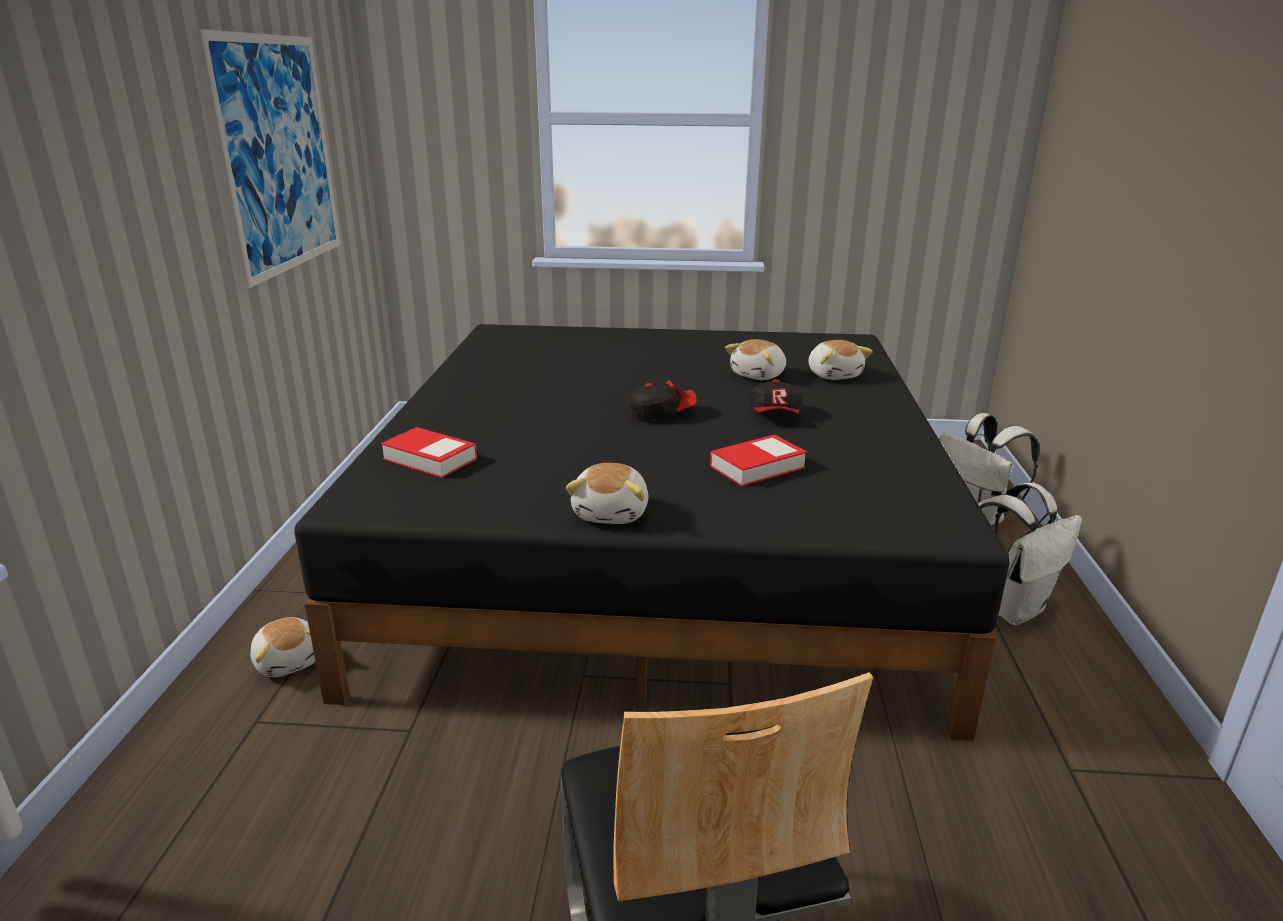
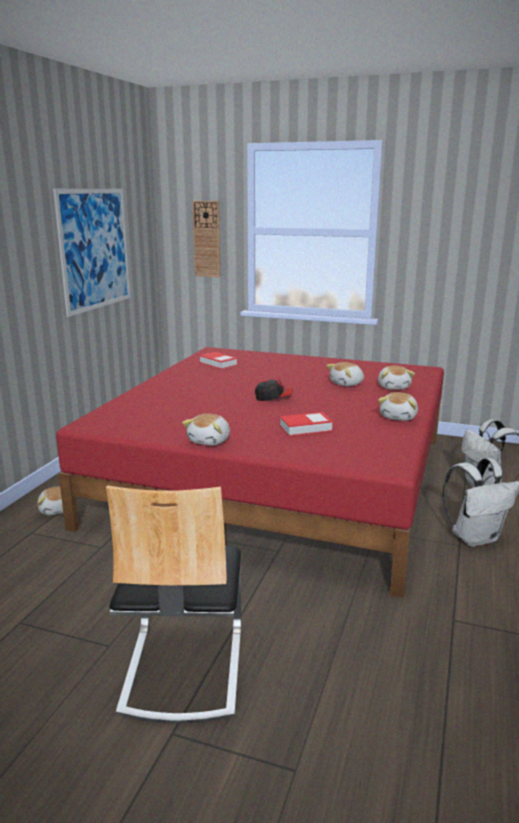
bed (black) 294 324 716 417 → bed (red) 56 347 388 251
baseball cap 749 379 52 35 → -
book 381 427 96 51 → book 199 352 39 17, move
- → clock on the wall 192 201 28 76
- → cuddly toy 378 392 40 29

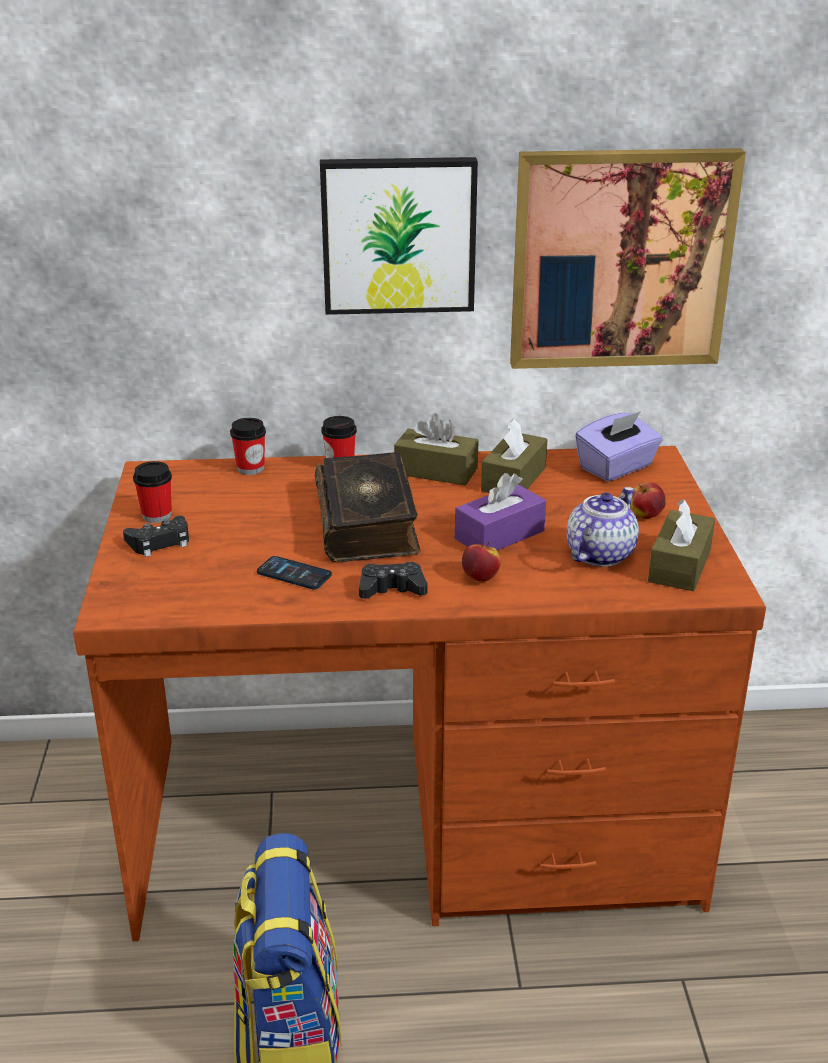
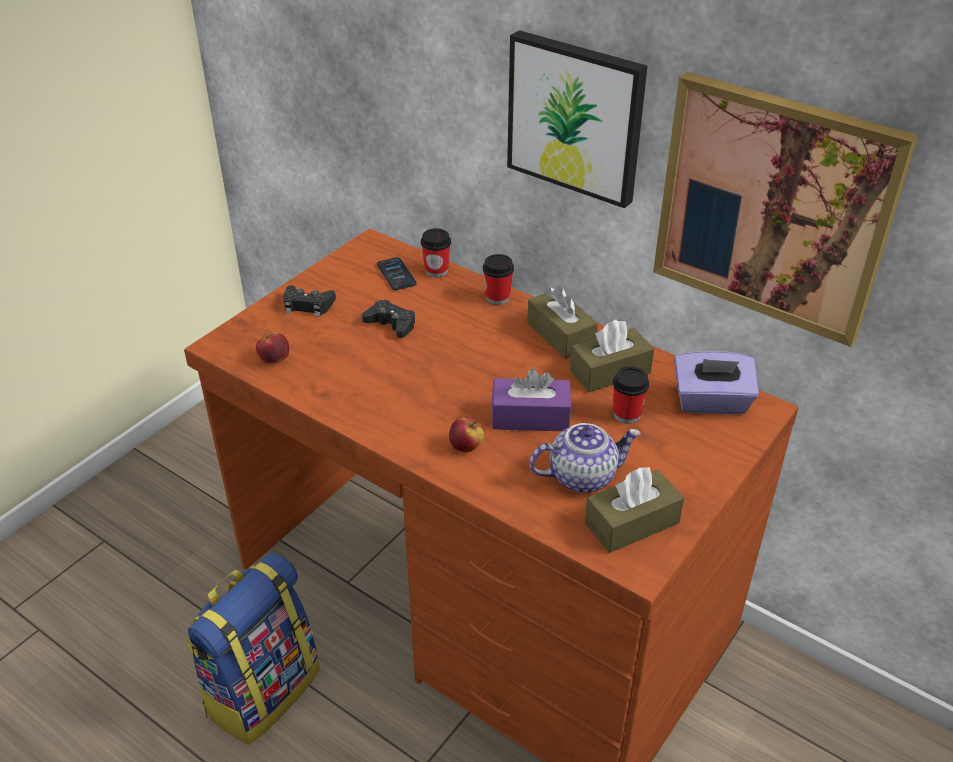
book 315 452 106 110 → -
drinking cup 133 461 39 62 → drinking cup 613 366 36 58, move
apple 631 482 35 36 → apple 256 332 33 32, move
phone 257 556 75 33 → phone 377 257 39 33, move
game controller (black) 359 562 69 37 → game controller (black) 362 300 54 38, move

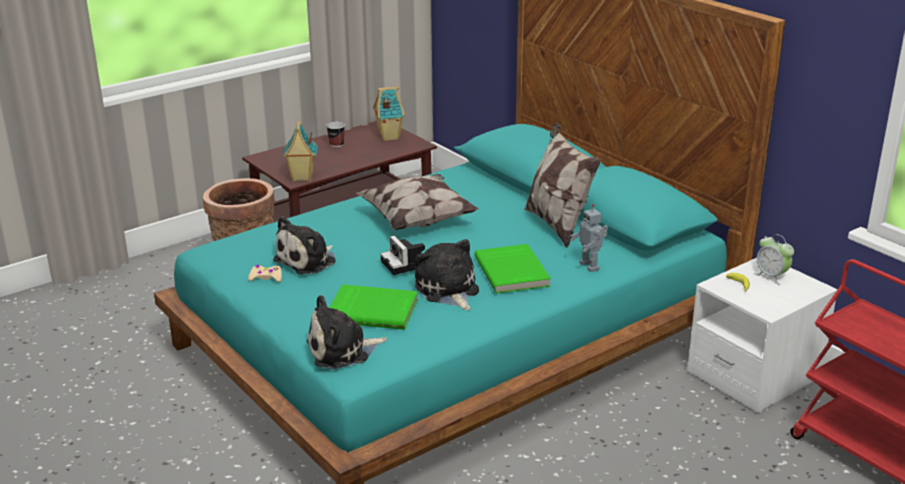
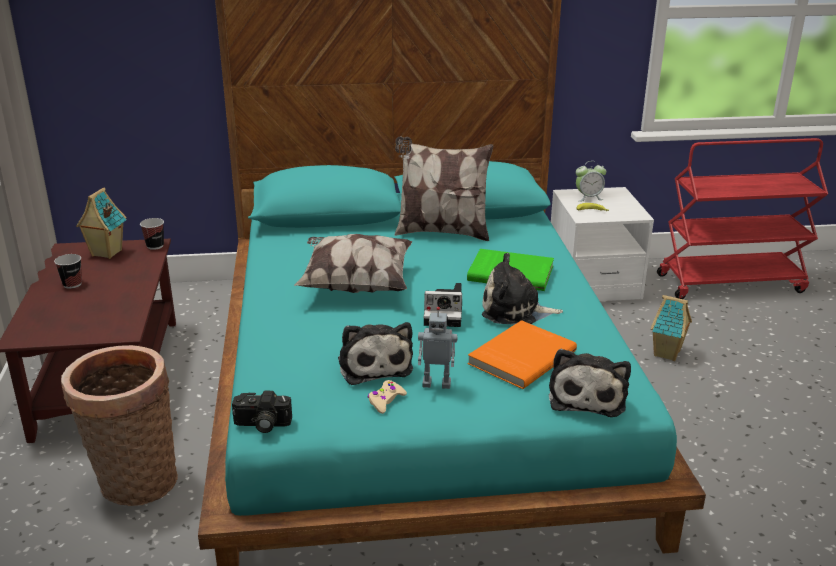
toy house 282 121 36 61 → toy house 651 295 41 66, move
model robot 570 204 38 68 → model robot 418 307 40 82, move
book (green-coloured) 329 284 89 46 → book (orangey) 468 320 109 69
- → drinking cup 140 218 24 32
- → photo camera 232 391 60 42

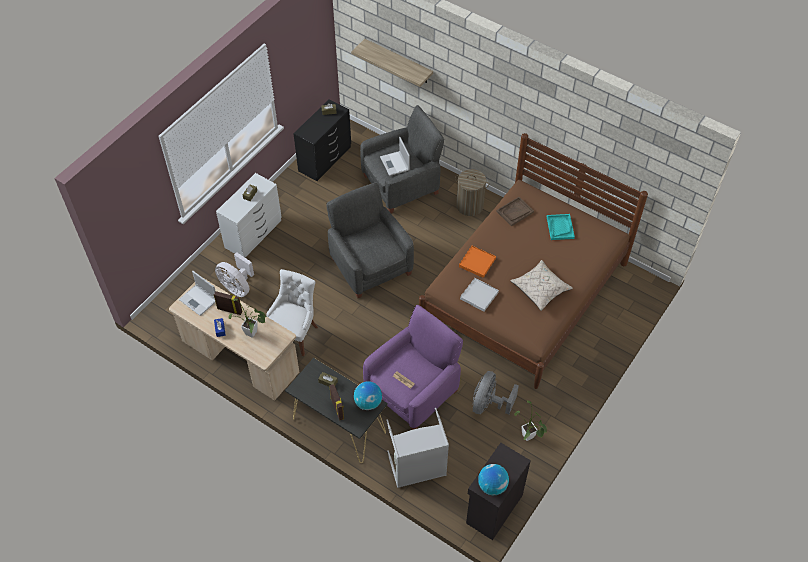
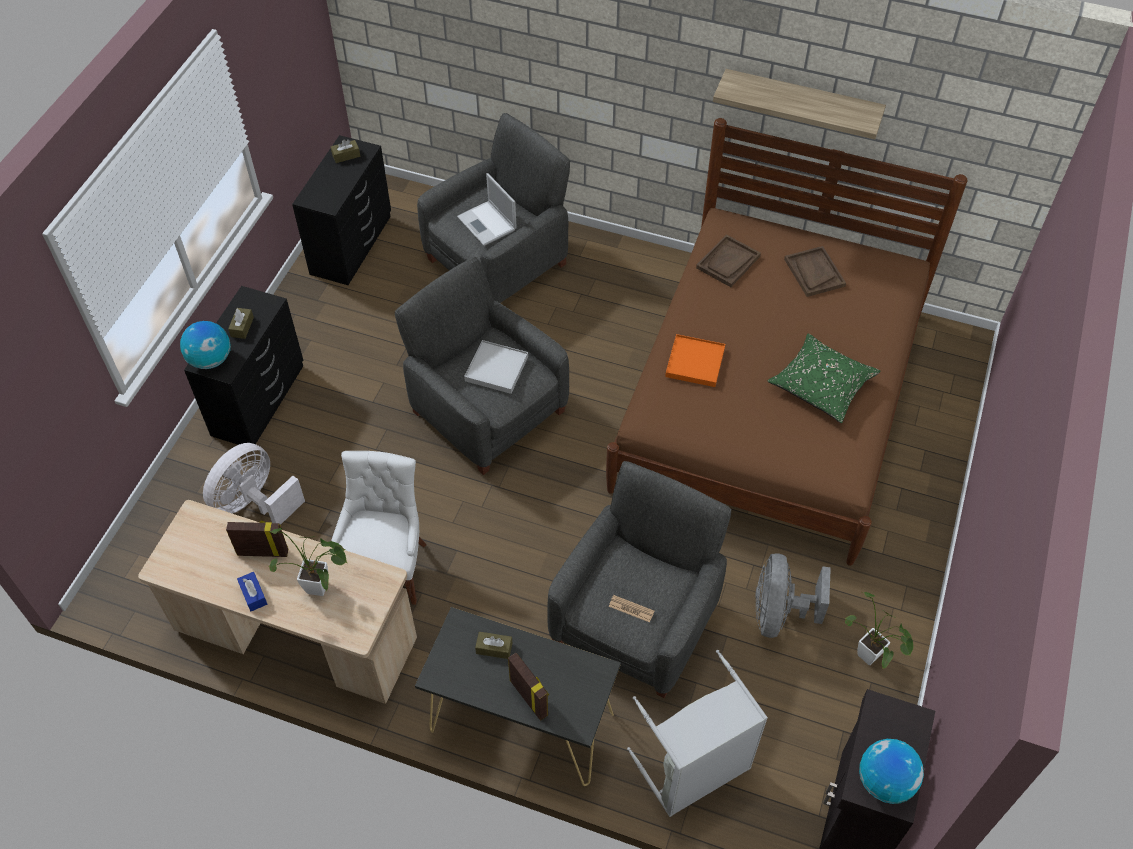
shelf 351 39 82 48 → shelf 713 69 173 71, move
laundry basket 455 169 34 47 → -
chest of drawers (white) 216 173 66 84 → chest of drawers (black) 184 286 119 159
serving tray (turquoise-coloured) 547 214 28 26 → serving tray (brown) 784 246 62 51
cooling fan (white) 215 252 39 45 → cooling fan (white) 203 443 102 82, 105 degrees clockwise
pillow (sand-coloured) 510 260 63 51 → pillow (green-coloured) 768 333 113 90
portable computer 179 271 37 45 → -
serving tray (white) 460 278 39 34 → serving tray (white) 464 340 64 54, move
lounge chair (purple) 363 305 100 125 → lounge chair (grey) 547 461 184 237
world globe 354 381 28 29 → world globe 180 321 51 48, move

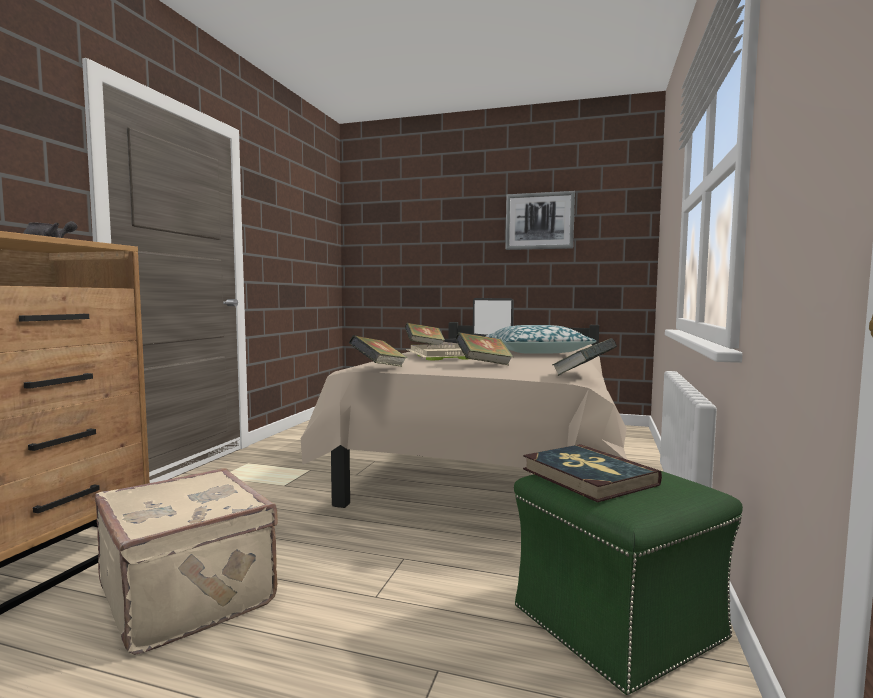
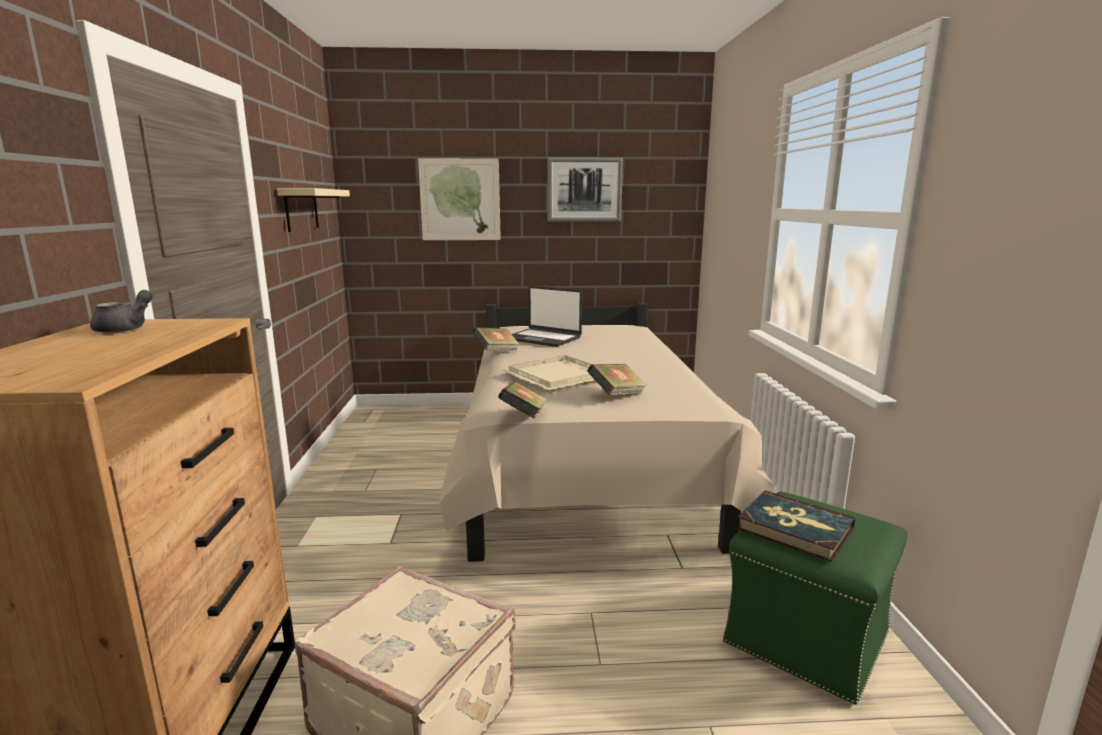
pillow 485 325 112 29 → -
book 552 338 65 38 → -
- → wall picture 418 158 83 82
- → shelf (sand-coloured) 277 188 73 44

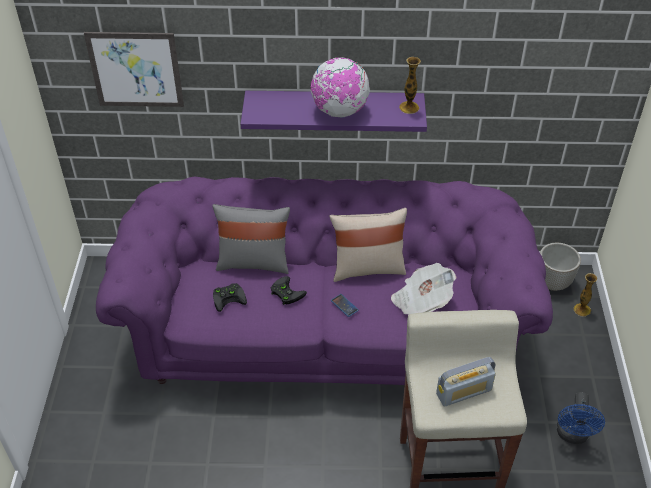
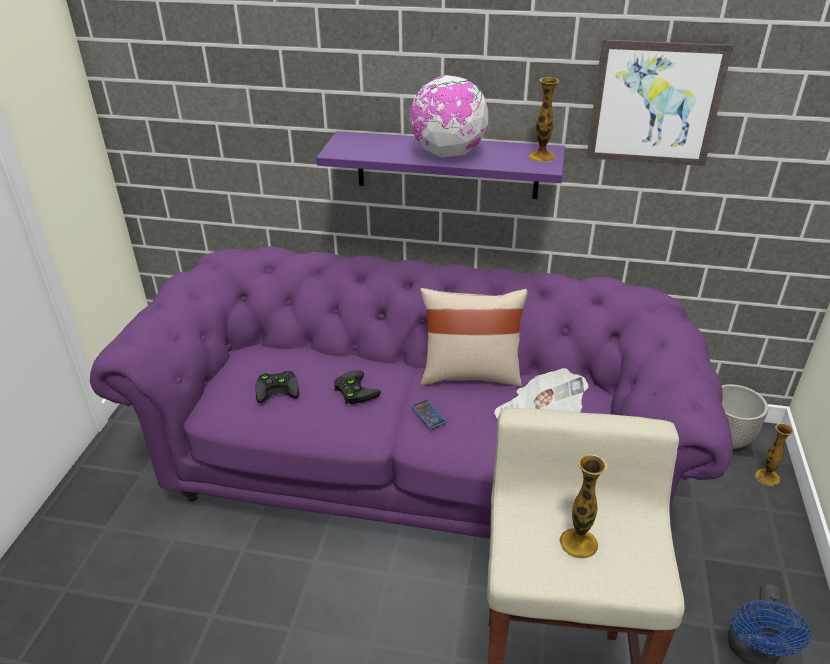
wall picture 84 32 100 75 → wall picture 586 40 147 126, move
pillow (grey) 212 204 78 70 → -
radio receiver 436 357 60 50 → flower vase 559 454 48 105

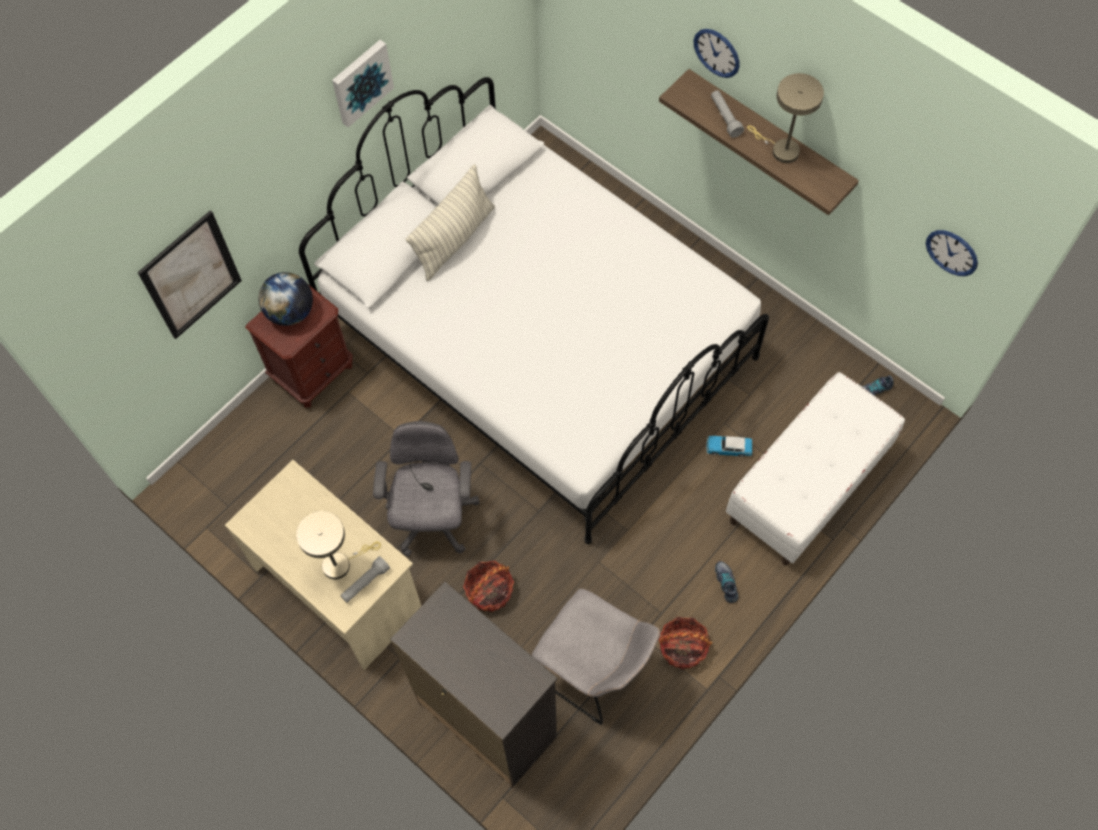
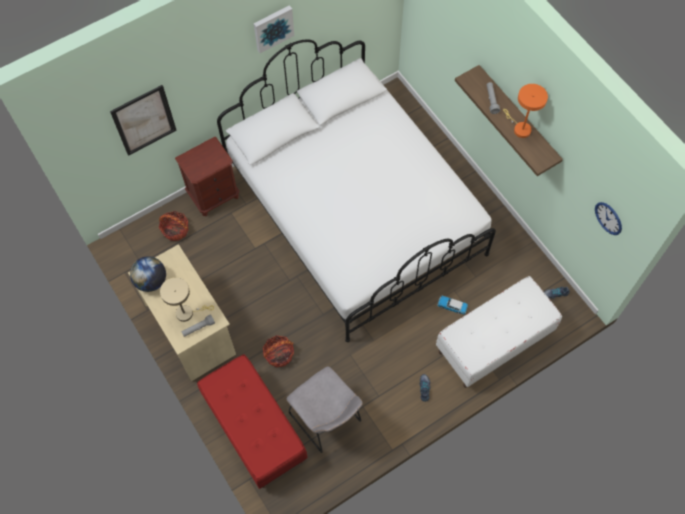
clock on the wall 694 29 45 49 → -
table lamp (sand-coloured) 747 73 77 90 → table lamp (orangey) 503 84 45 54
pillow 406 164 89 117 → -
world globe 258 272 55 54 → world globe 130 256 36 36, move
computer chair (grey) 373 421 107 135 → -
chest of drawers (black) 390 582 167 206 → bench (red) 197 354 110 135
household basket 659 617 53 52 → household basket 159 211 29 30, move

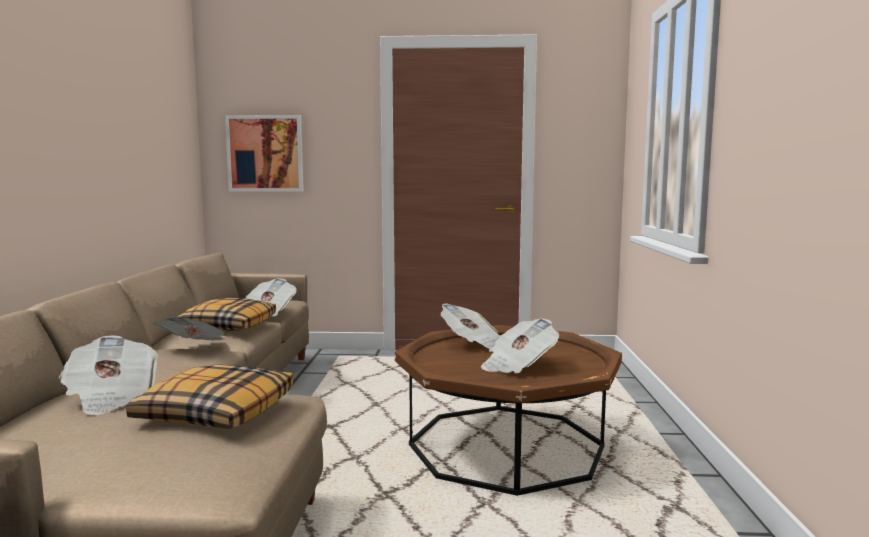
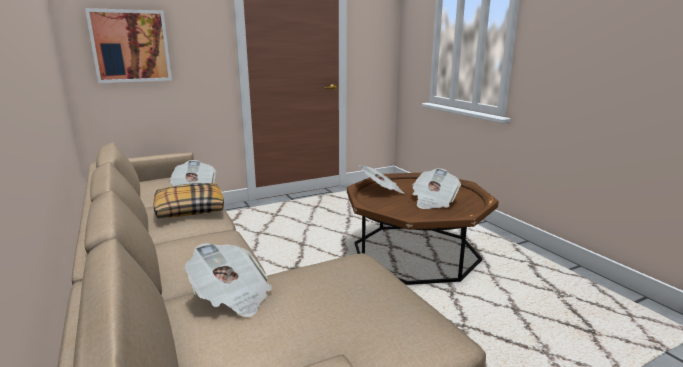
printed paper 153 318 73 22 → -
pillow 126 364 167 65 → -

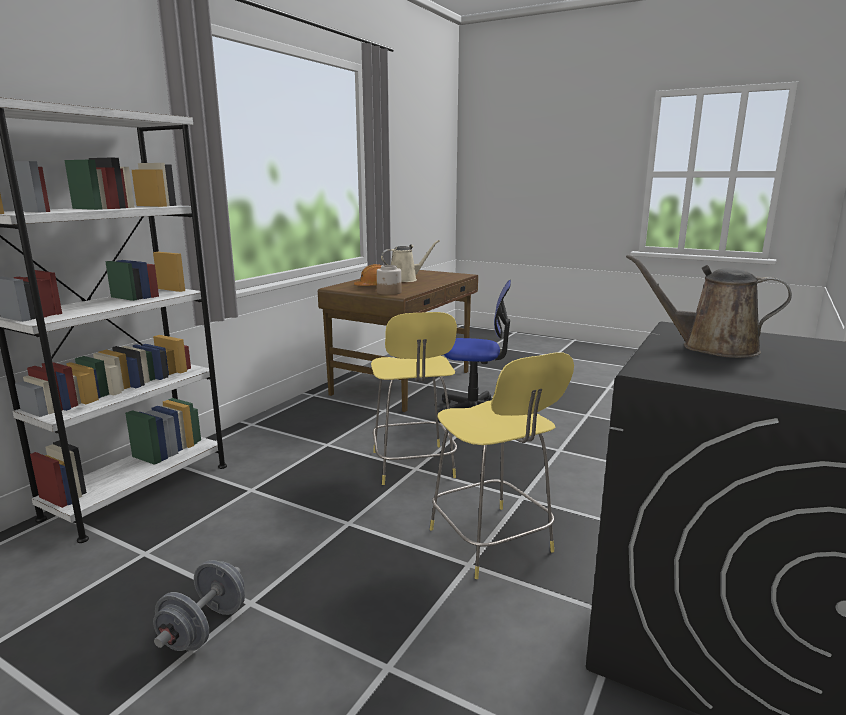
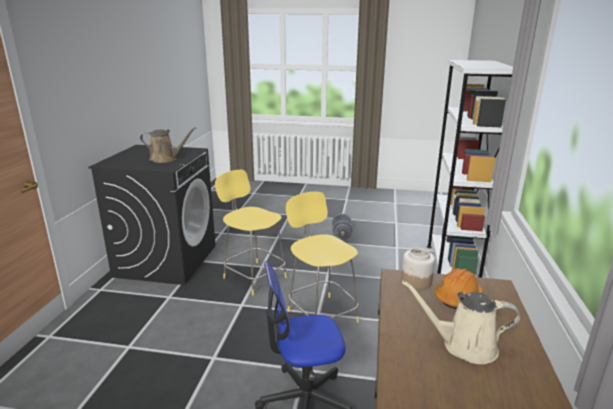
watering can (sand-coloured) 381 240 59 42 → watering can (sand-coloured) 402 281 118 83, 60 degrees clockwise

